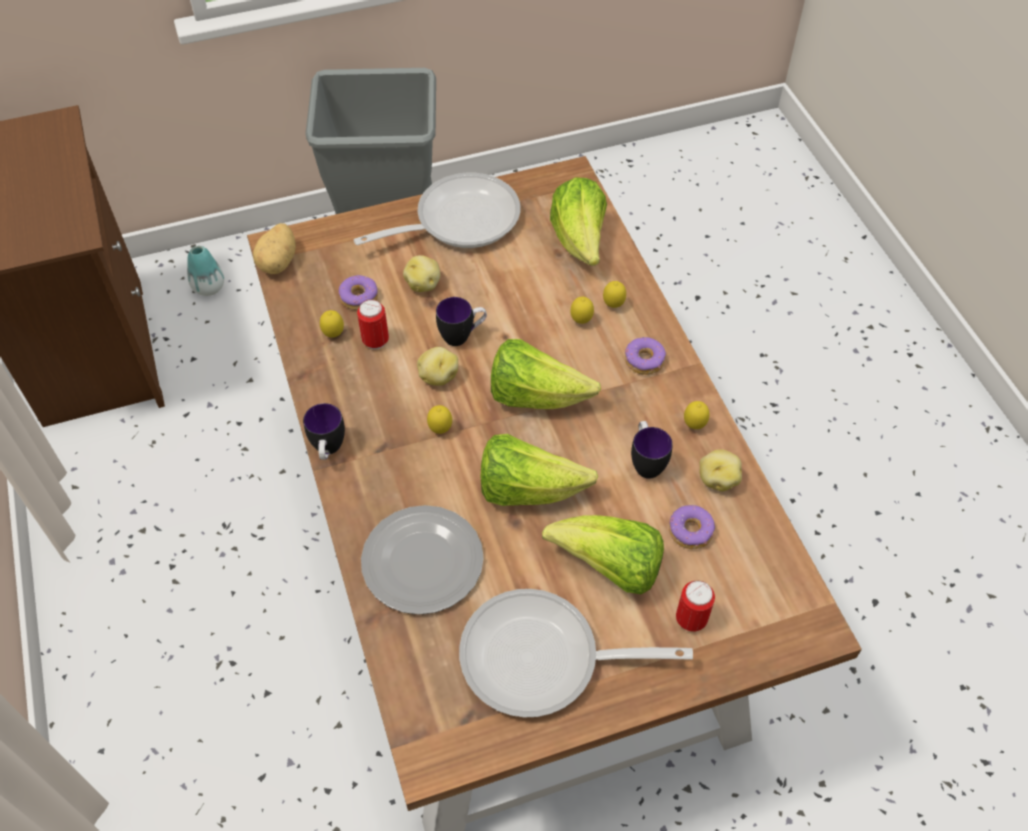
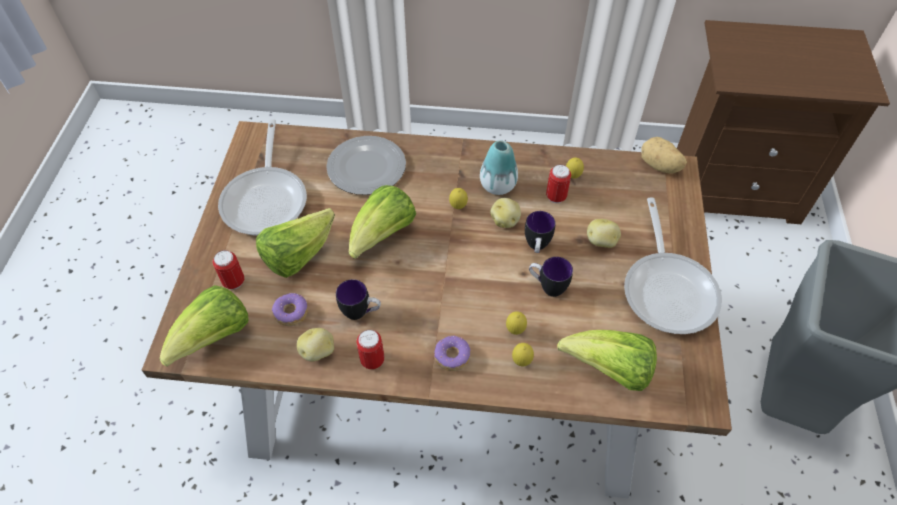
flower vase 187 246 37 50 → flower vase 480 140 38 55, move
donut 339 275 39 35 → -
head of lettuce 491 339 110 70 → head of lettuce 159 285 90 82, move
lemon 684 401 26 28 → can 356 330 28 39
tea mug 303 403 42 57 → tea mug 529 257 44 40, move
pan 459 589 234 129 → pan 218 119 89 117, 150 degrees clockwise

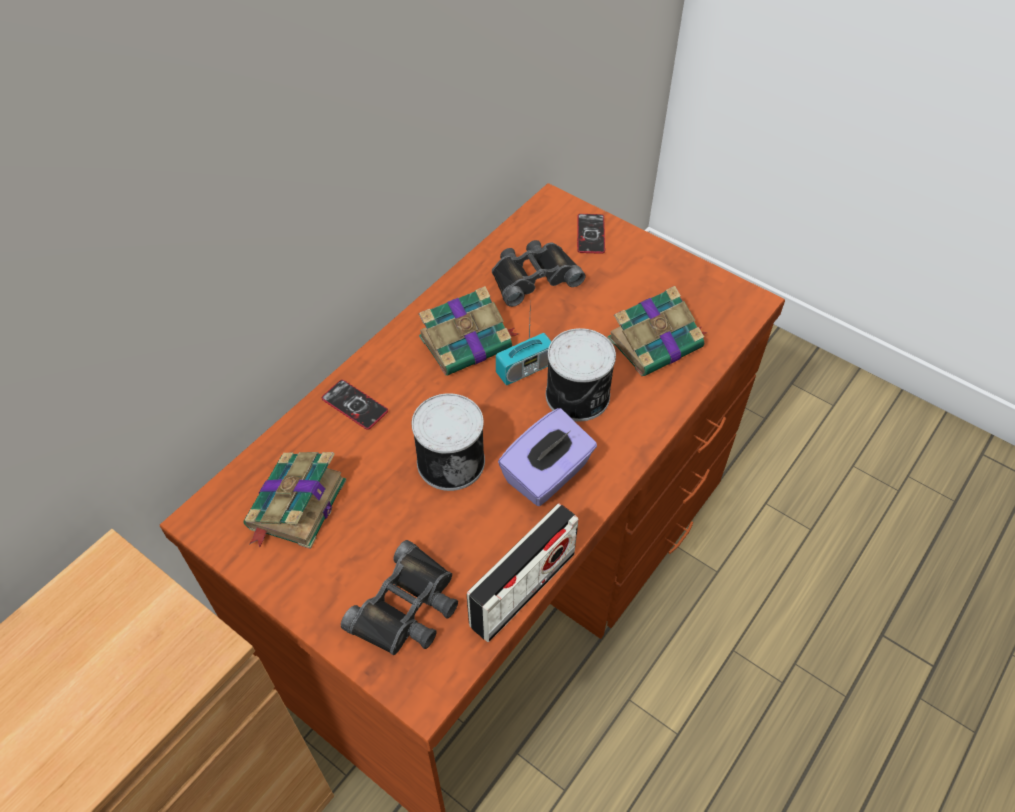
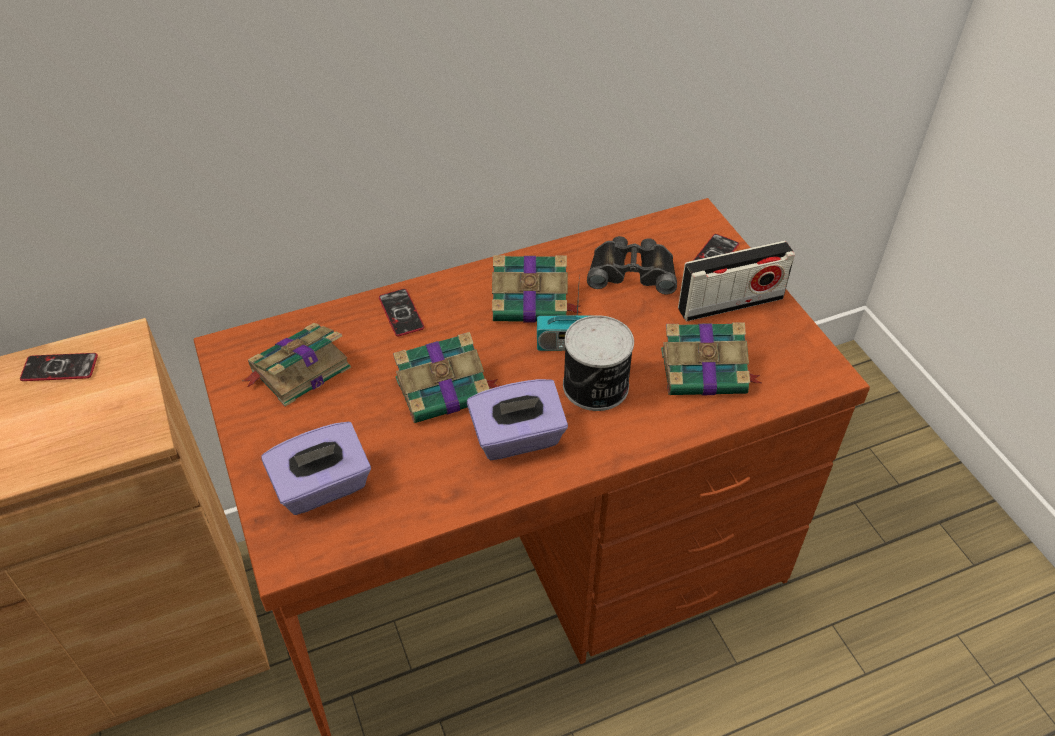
can 412 393 73 98 → book 393 332 106 91
radio receiver 467 503 112 139 → radio receiver 678 241 117 80, move
field glasses (black) 341 540 117 115 → tissue box (purple) 261 422 110 93
- → phone 20 353 78 28

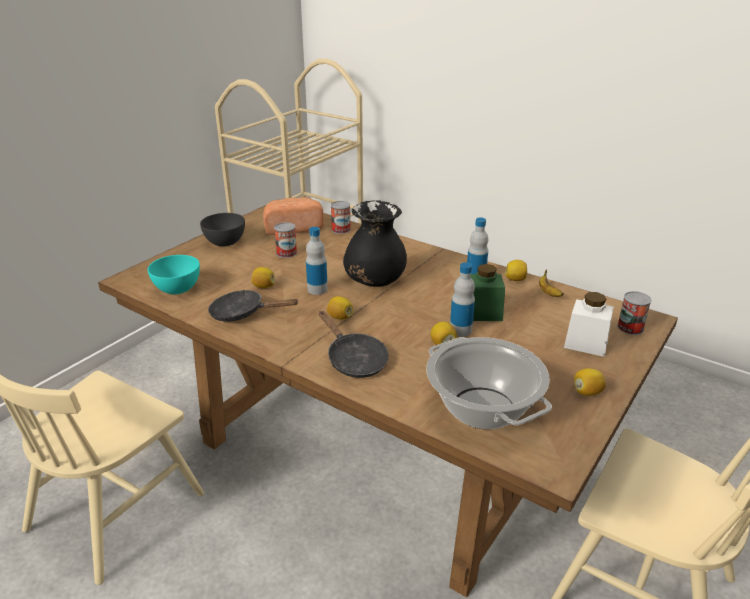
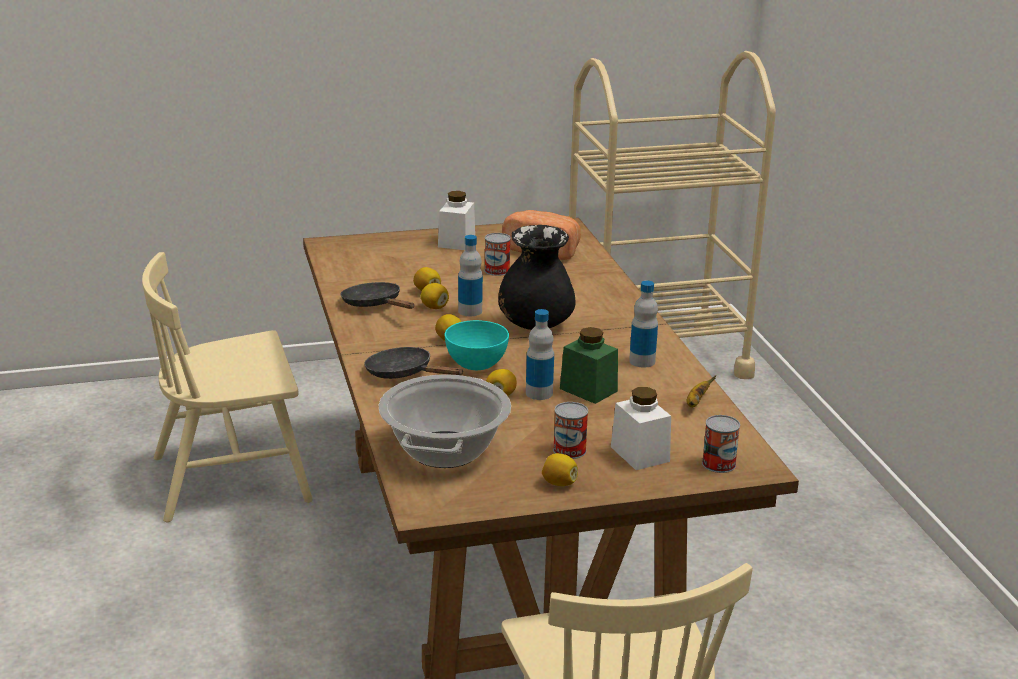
can 331 201 20 33 → can 553 402 35 57, move
deep dish (grey) 200 213 45 33 → jar (white) 438 191 37 59
deep dish (turquoise-coloured) 148 255 52 39 → deep dish (turquoise-coloured) 445 320 64 50, move
lemon 505 260 22 21 → lemon 420 283 29 26, move
pan (black) 319 311 70 67 → pan (black) 364 347 99 32, 120 degrees clockwise

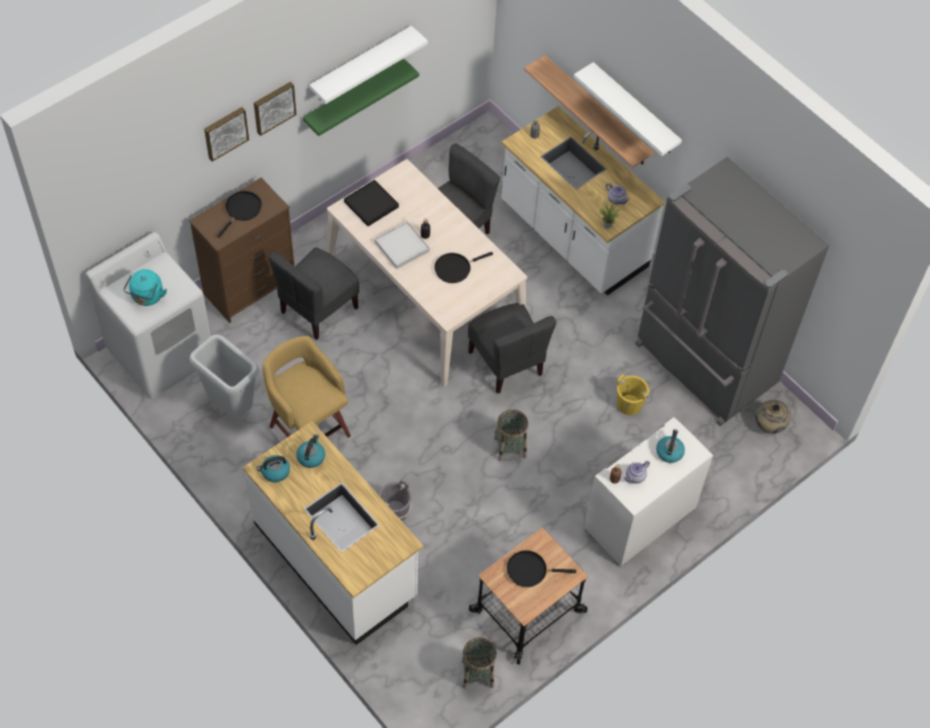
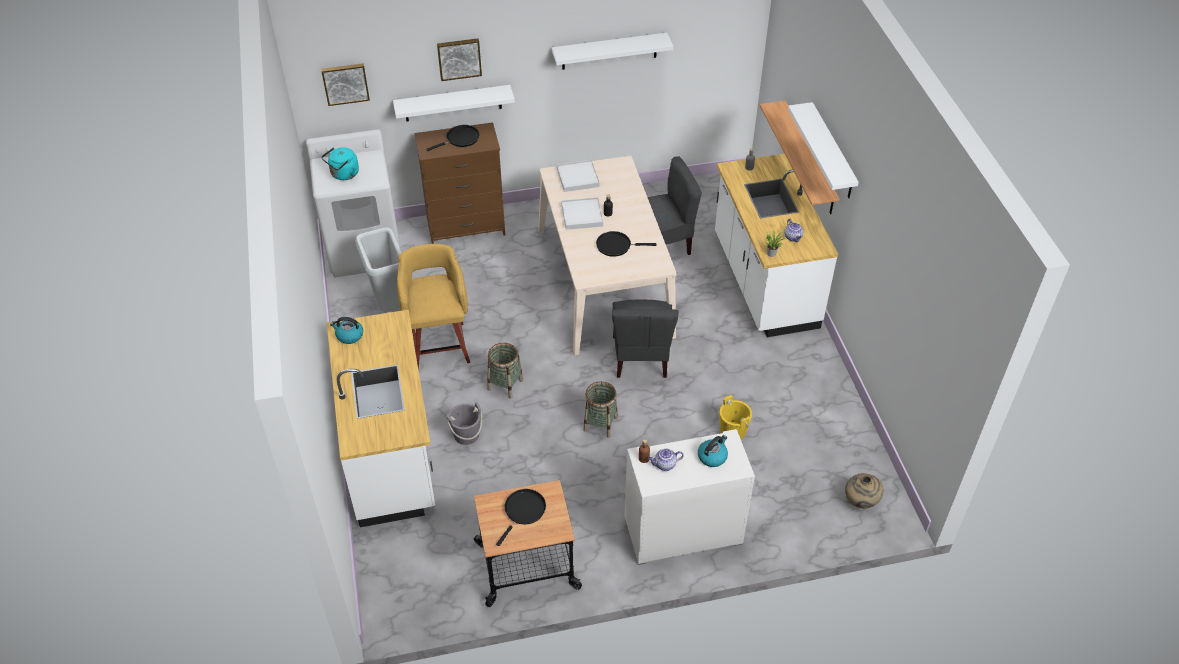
shelf (green-coloured) 303 58 116 78 → -
wall picture 254 82 42 54 → wall picture 321 63 49 43, move
kitchen fridge (grey) 635 157 194 269 → -
serving tray (black) 344 180 55 46 → serving tray (white) 557 160 43 32
upright chair (grey) 268 247 91 93 → -
tea kettle 296 434 29 34 → -
pan (black) 507 550 69 37 → pan (black) 496 489 50 57, 90 degrees clockwise
household basket 462 637 35 52 → household basket 487 343 36 56, move
- → shelf (white) 393 85 122 37

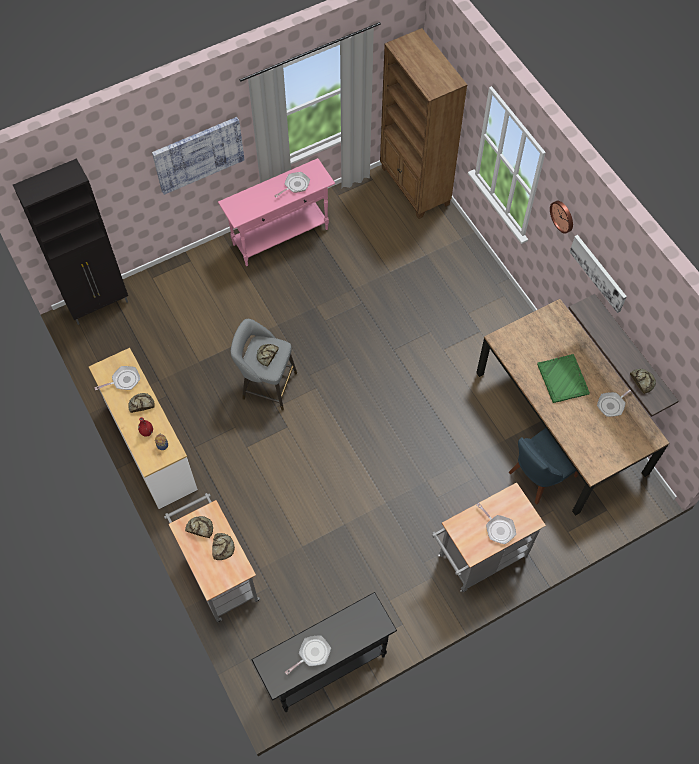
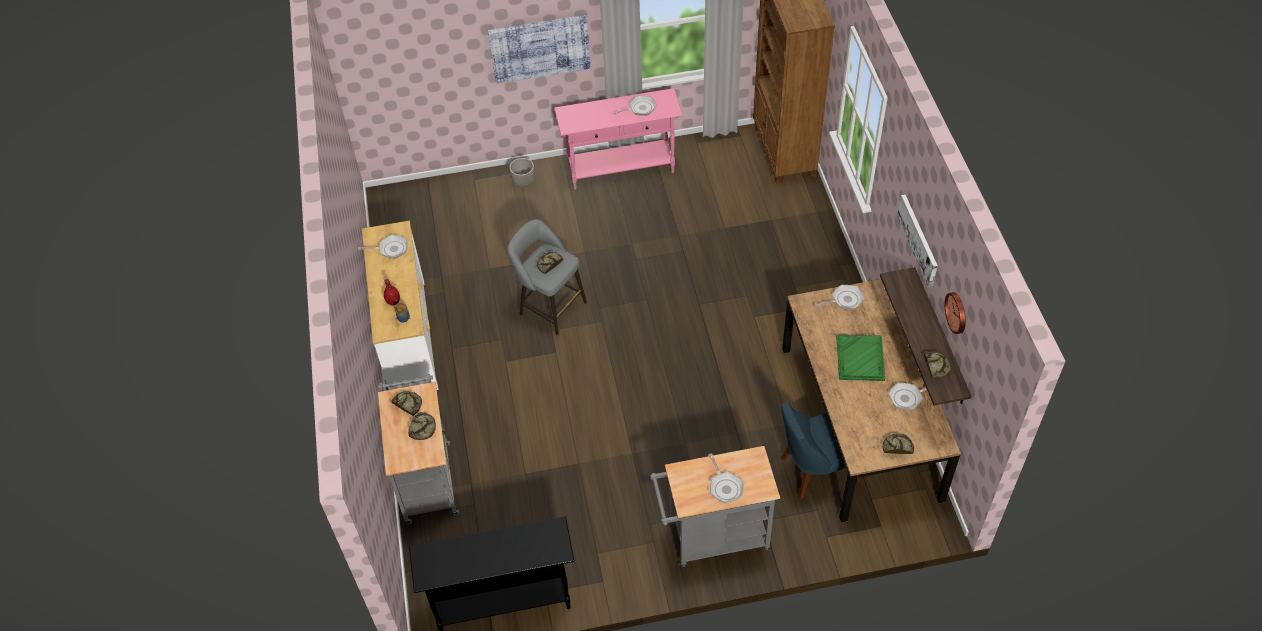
cupboard (black) 13 158 115 167 → -
clock on the wall 550 201 23 33 → clock on the wall 945 292 21 42, move
bread 128 393 27 20 → bread 883 433 31 21, move
pan 285 635 46 40 → pan 815 285 49 24, move
- → plant pot (grey) 509 158 26 29

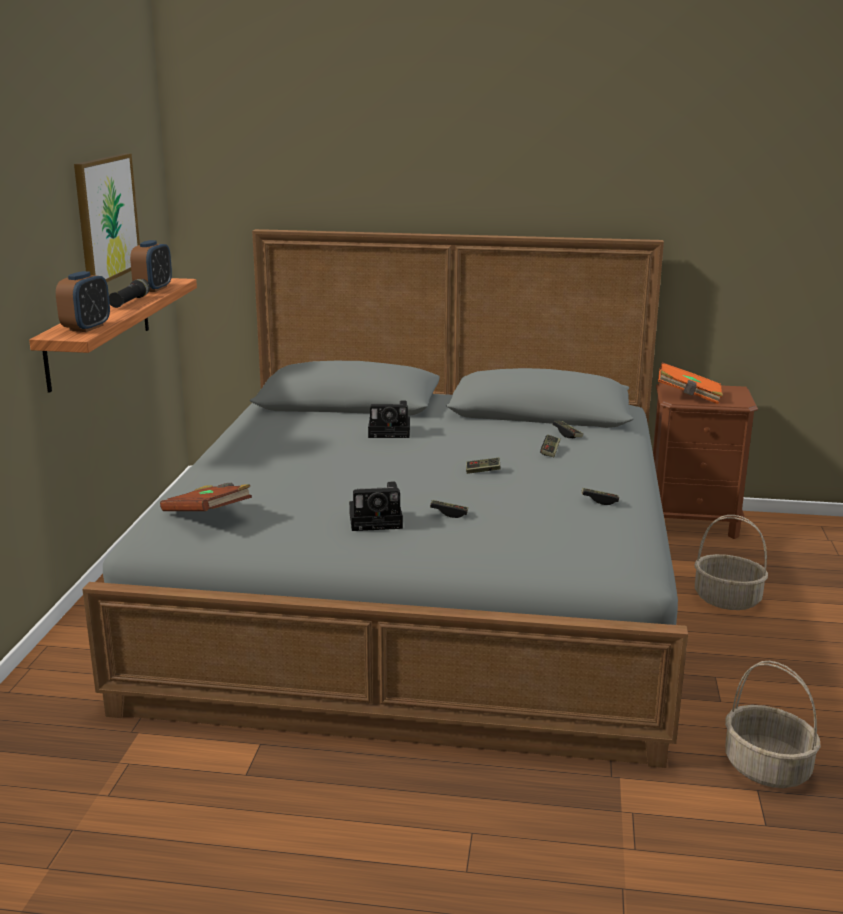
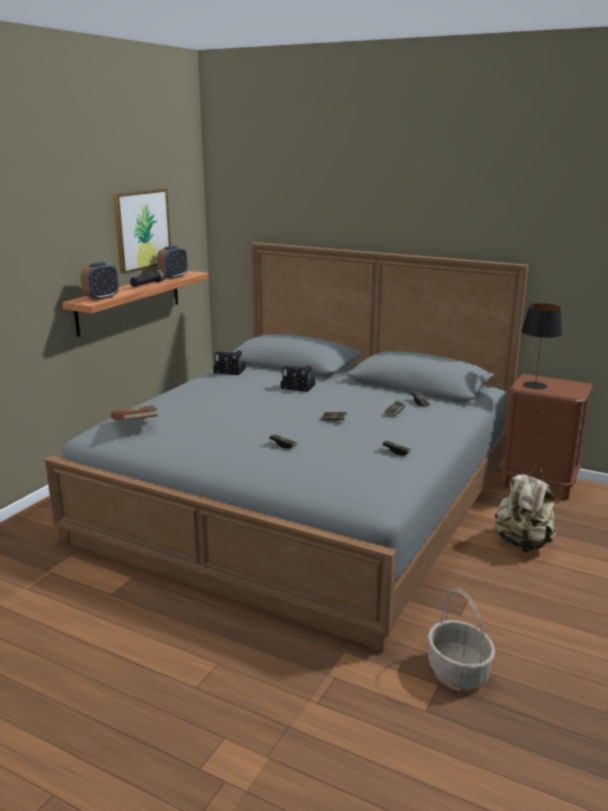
book (orangey) 658 362 65 42 → table lamp (black) 521 304 41 85
photo camera 349 481 54 50 → photo camera 213 351 33 24, move
household basket 694 515 74 95 → knapsack (sand-coloured) 495 469 62 83

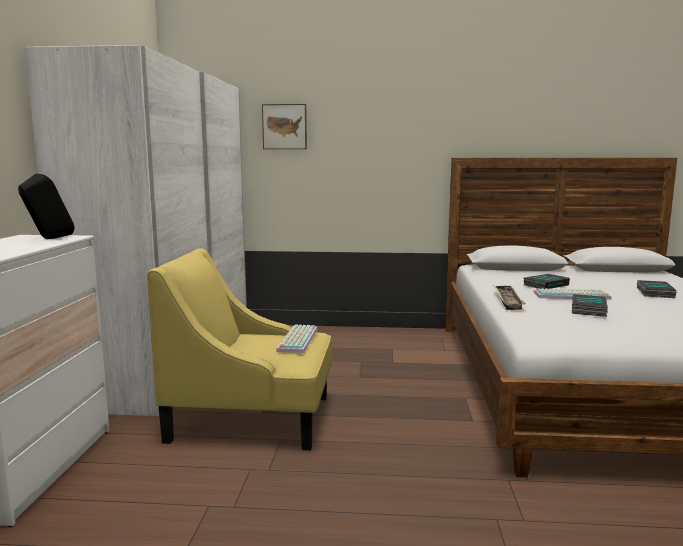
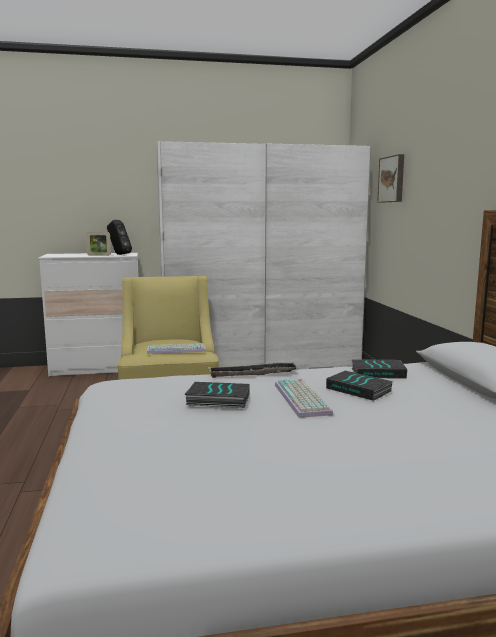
book 637 280 40 18 → book 351 359 56 20, move
- → picture frame 86 232 25 24

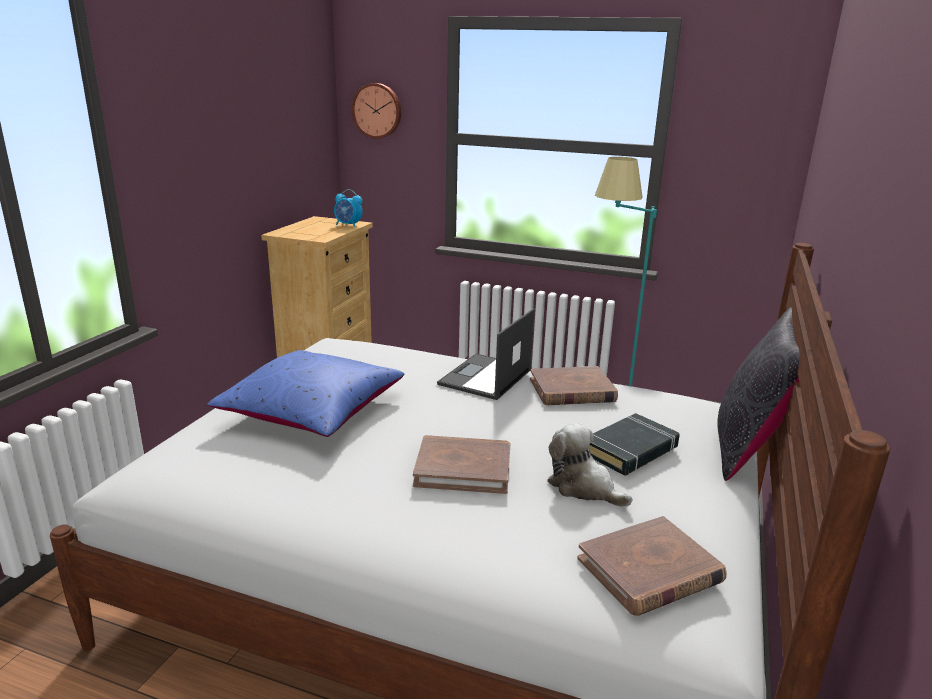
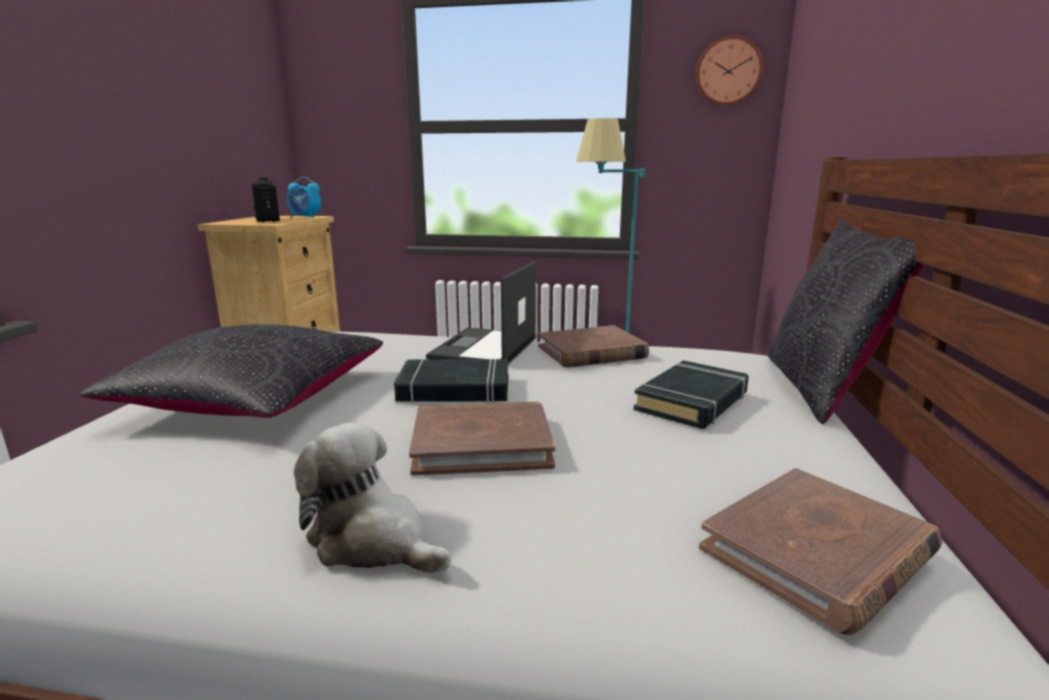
clock on the wall 352 83 49 56 → clock on the wall 695 35 68 71, move
pillow (bluish) 207 350 198 87 → pillow (black) 79 324 304 94
cuddly toy 547 423 85 84 → cuddly toy 294 423 157 150, move
- → radio receiver 252 177 28 45
- → book (black) 394 359 114 45

